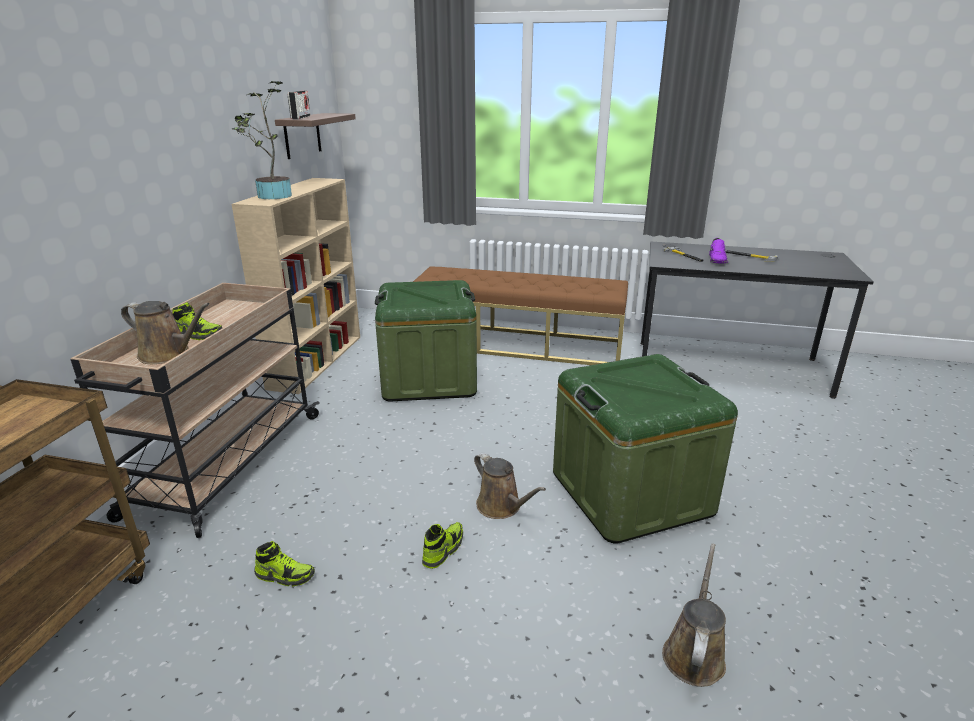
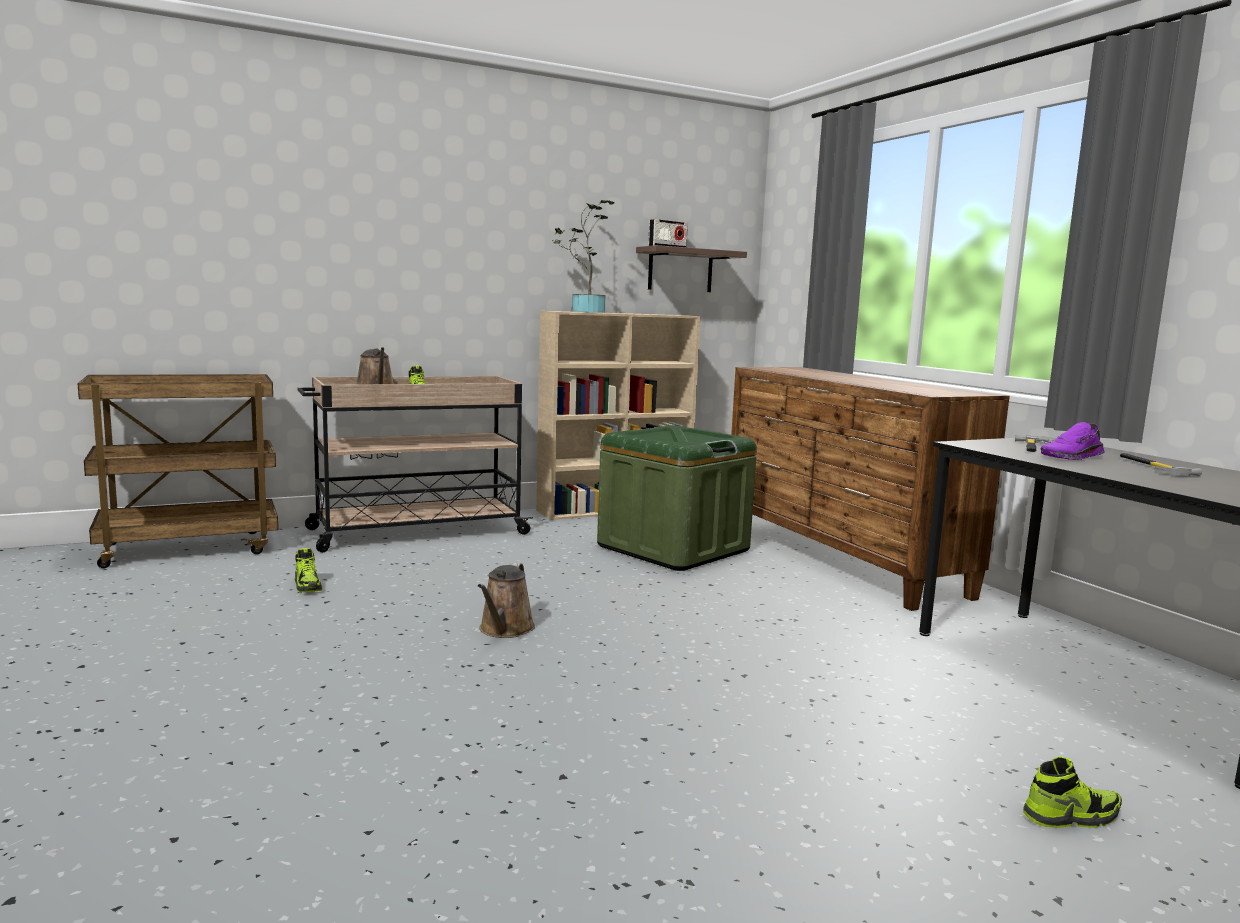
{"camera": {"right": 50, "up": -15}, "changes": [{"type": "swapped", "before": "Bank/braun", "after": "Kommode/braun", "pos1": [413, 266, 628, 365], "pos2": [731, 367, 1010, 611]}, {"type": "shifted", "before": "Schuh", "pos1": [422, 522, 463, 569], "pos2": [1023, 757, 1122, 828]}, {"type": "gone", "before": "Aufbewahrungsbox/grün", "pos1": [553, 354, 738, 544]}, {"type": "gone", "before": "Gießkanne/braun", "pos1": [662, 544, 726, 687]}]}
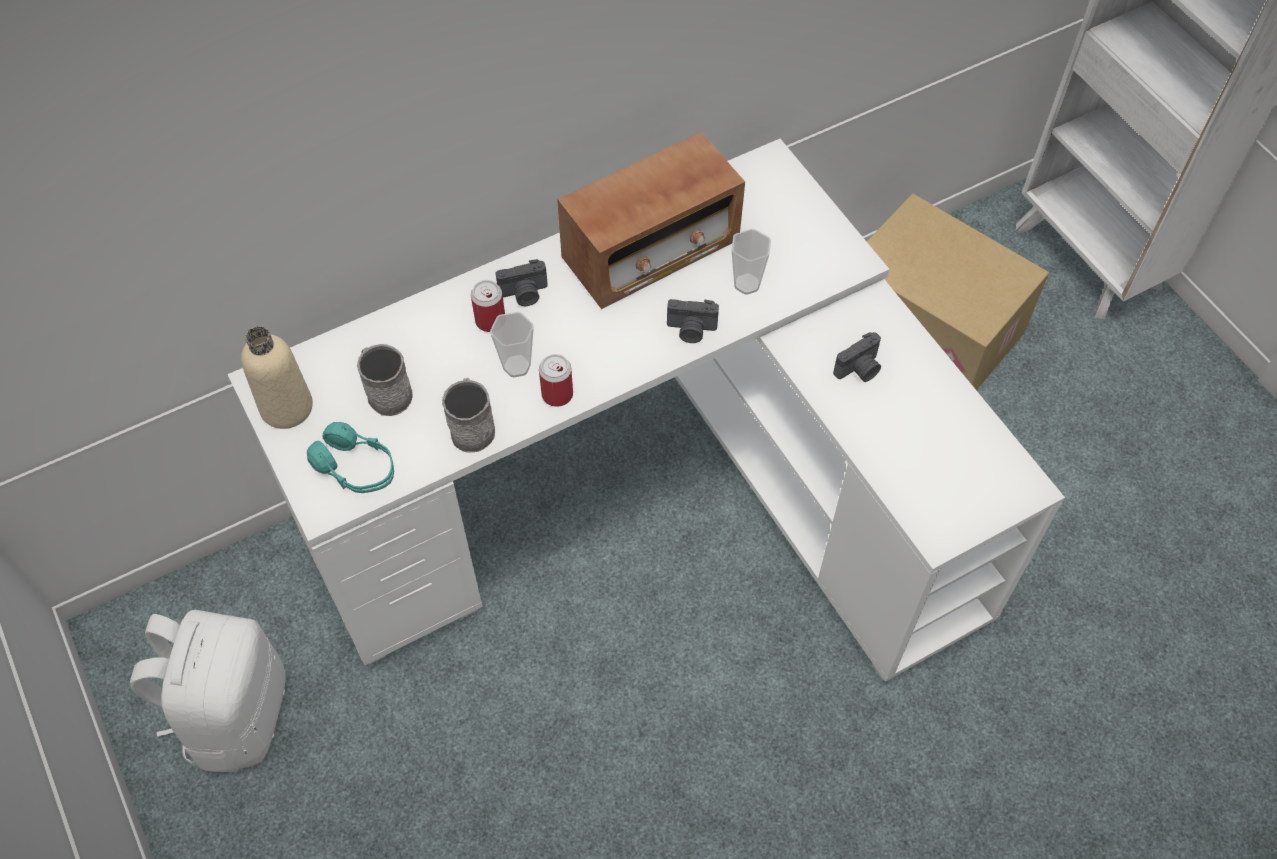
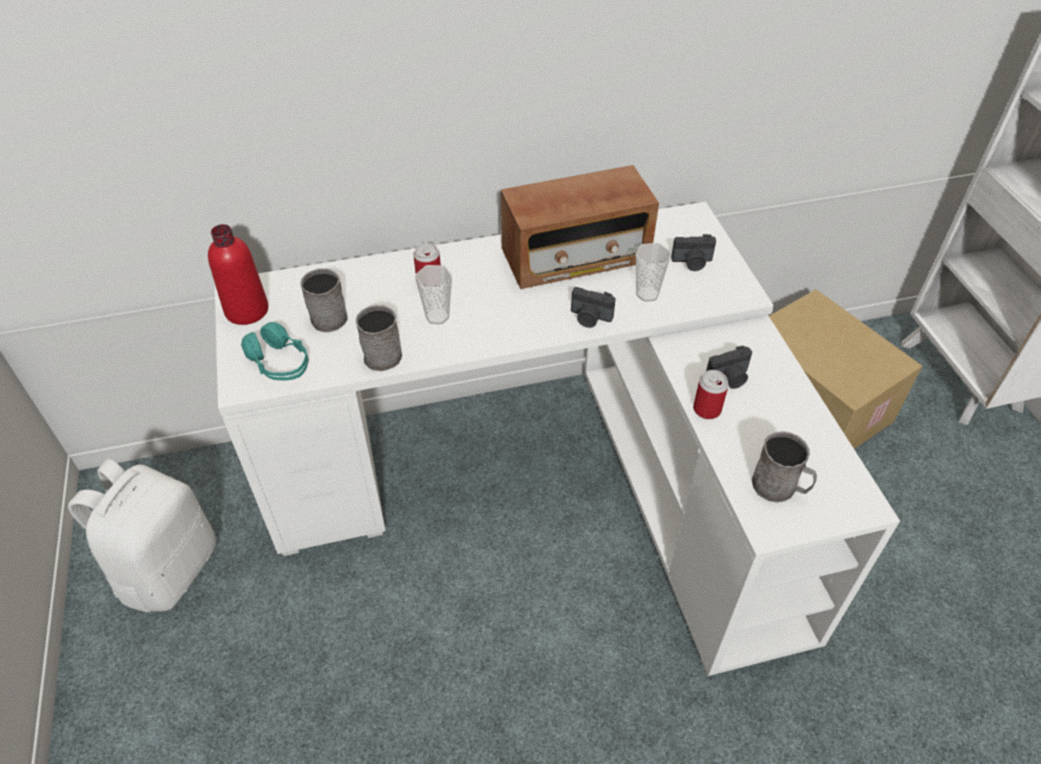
{"camera": {"right": 15, "up": -10}, "changes": [{"type": "repainted", "before": "Flasche/beige", "after": "Flasche/rot", "pos1": [241, 326, 313, 429], "pos2": [208, 224, 268, 325]}, {"type": "shifted", "before": "Kamera", "pos1": [496, 259, 548, 306], "pos2": [671, 234, 716, 271]}, {"type": "shifted", "before": "Dose", "pos1": [539, 354, 573, 407], "pos2": [693, 370, 729, 419]}, {"type": "new", "after": "Henkelbecher/grau", "pos2": [752, 431, 817, 502]}]}
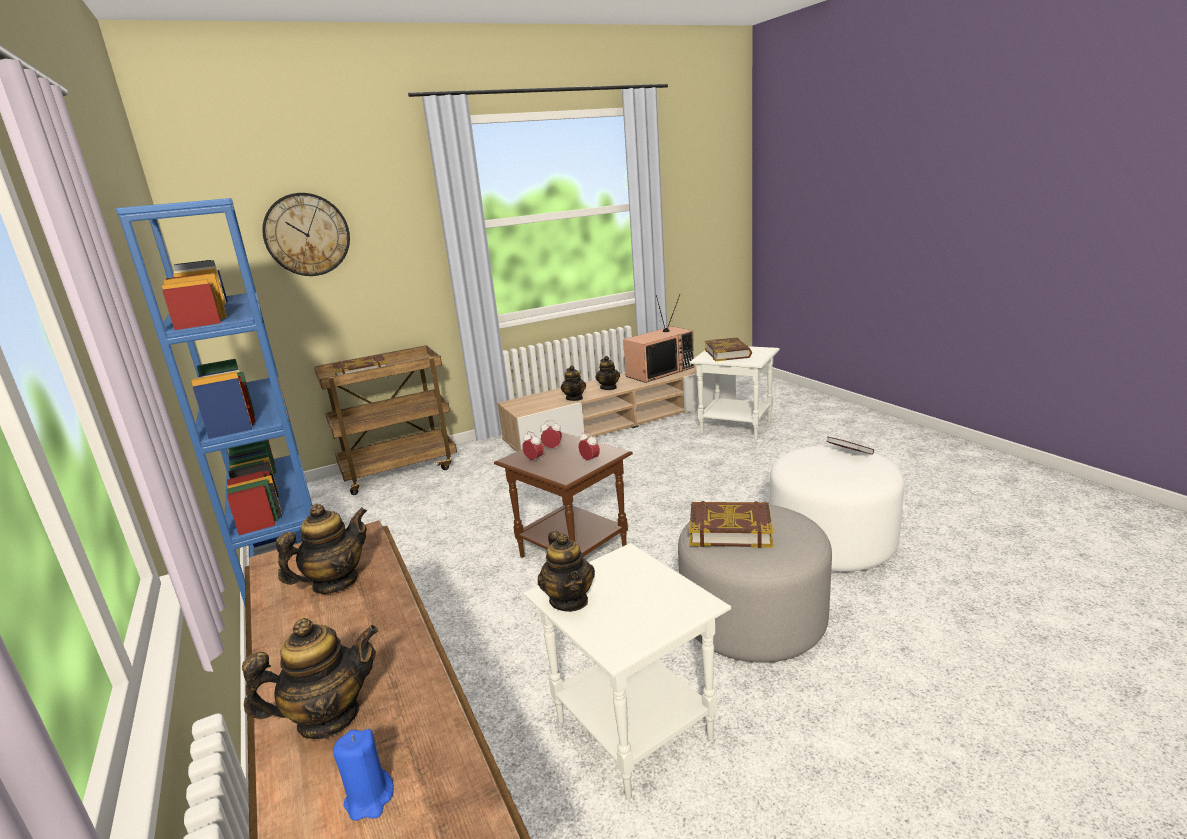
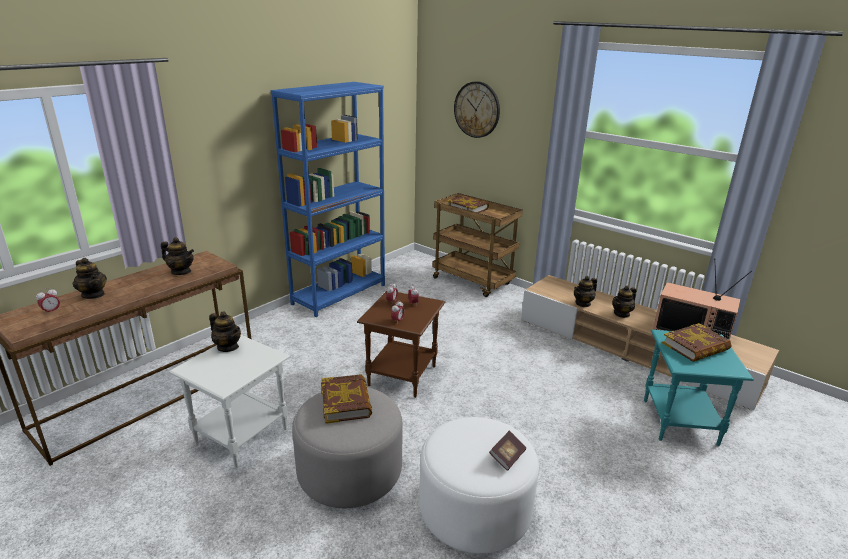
{"camera": {"right": 65, "up": 5}, "changes": [{"type": "swapped", "before": "Kerze/blau", "after": "Wecker", "pos1": [333, 729, 394, 821], "pos2": [36, 288, 60, 315]}, {"type": "rotated", "before": "Teekanne", "pos1": [538, 531, 595, 612], "pos2": [209, 311, 241, 352], "turn": -105}, {"type": "repainted", "before": "Beistelltisch/weiß", "after": "Beistelltisch/türkis", "pos1": [690, 346, 780, 440], "pos2": [644, 330, 754, 446]}]}
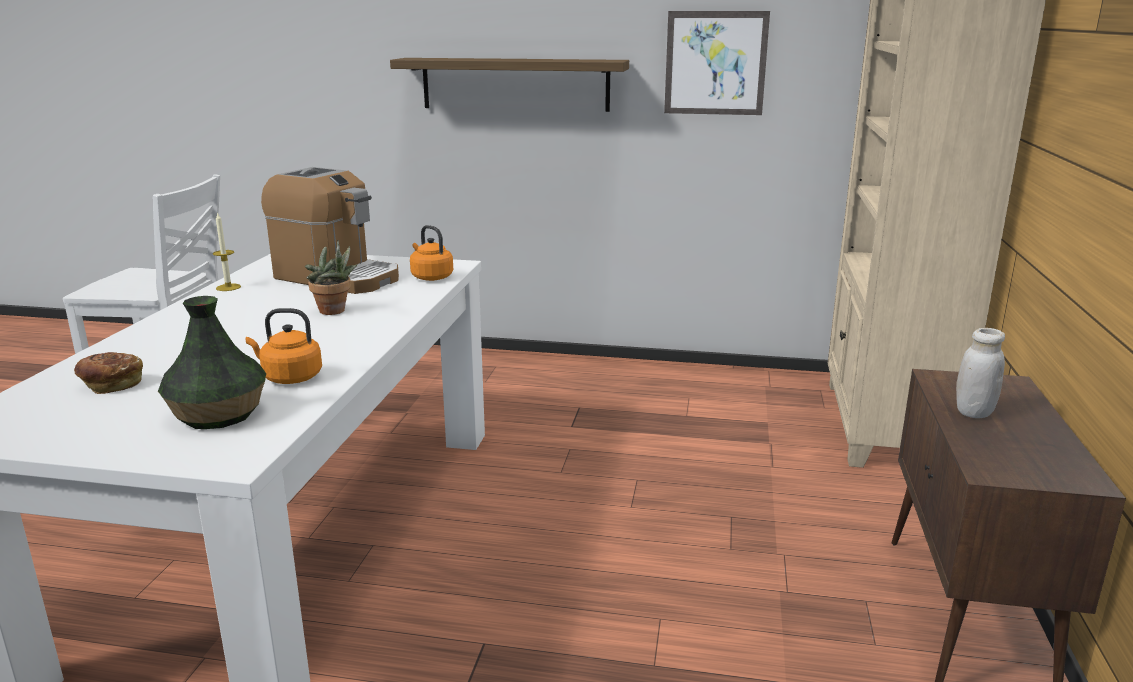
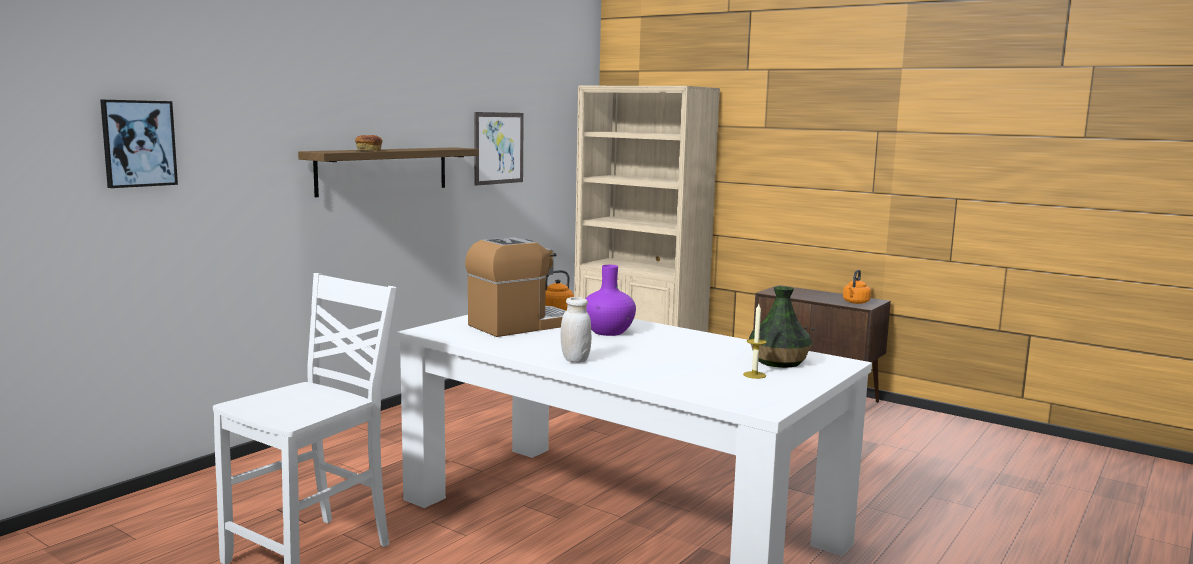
{"camera": {"right": -65, "up": -10}, "changes": [{"type": "shifted", "before": "Brot", "pos1": [74, 352, 143, 394], "pos2": [355, 135, 382, 151]}, {"type": "shifted", "before": "Kerze", "pos1": [213, 212, 241, 291], "pos2": [743, 304, 767, 379]}, {"type": "shifted", "before": "Wasserkessel/orange", "pos1": [246, 308, 322, 384], "pos2": [843, 270, 871, 304]}, {"type": "swapped", "before": "Topfpflanze", "after": "Vase/lila", "pos1": [305, 240, 358, 315], "pos2": [586, 265, 636, 336]}, {"type": "shifted", "before": "Vorratsglas/weiß", "pos1": [956, 328, 1005, 418], "pos2": [561, 297, 591, 363]}, {"type": "new", "after": "Bild", "pos2": [100, 100, 178, 188]}]}
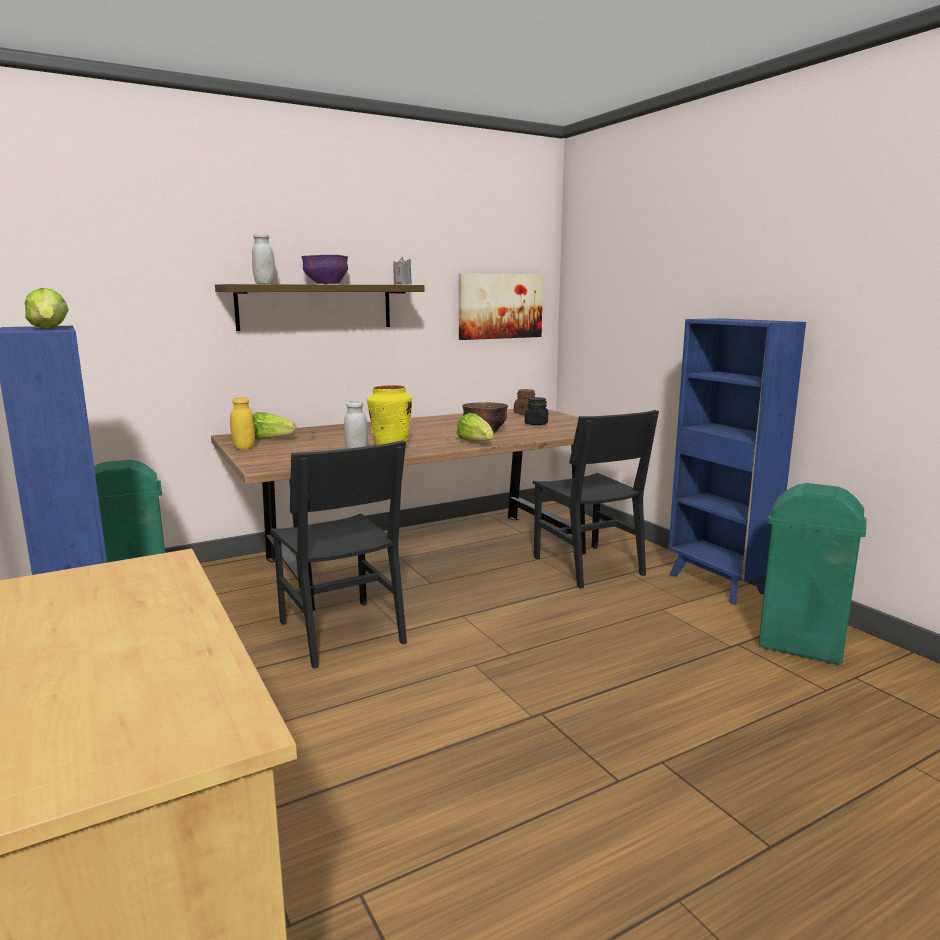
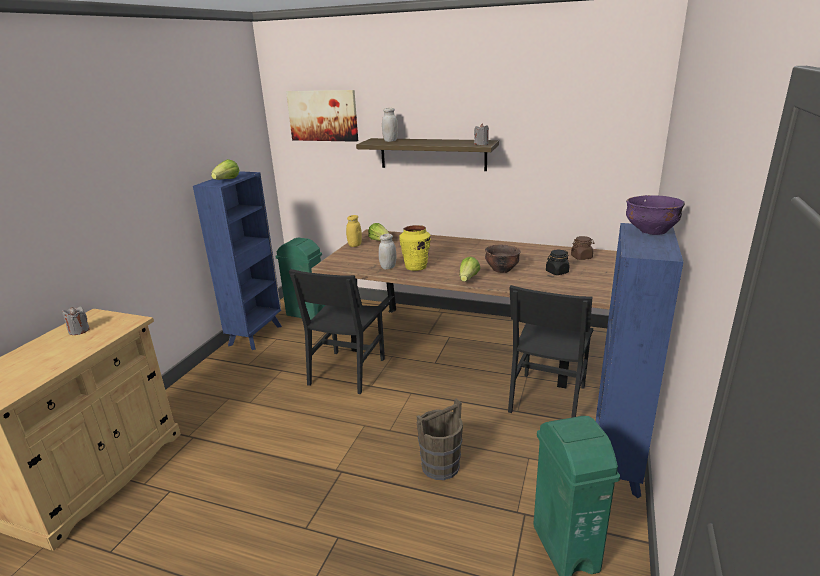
{"camera": {"right": 50, "up": 10}, "changes": [{"type": "shifted", "before": "Schüssel/lila", "pos1": [301, 255, 348, 284], "pos2": [626, 195, 685, 235]}, {"type": "shifted", "before": "Bild", "pos1": [459, 274, 543, 340], "pos2": [286, 90, 358, 142]}, {"type": "new", "after": "Kerze/grau", "pos2": [62, 307, 90, 335]}, {"type": "new", "after": "Eimer/braun", "pos2": [417, 399, 463, 480]}]}
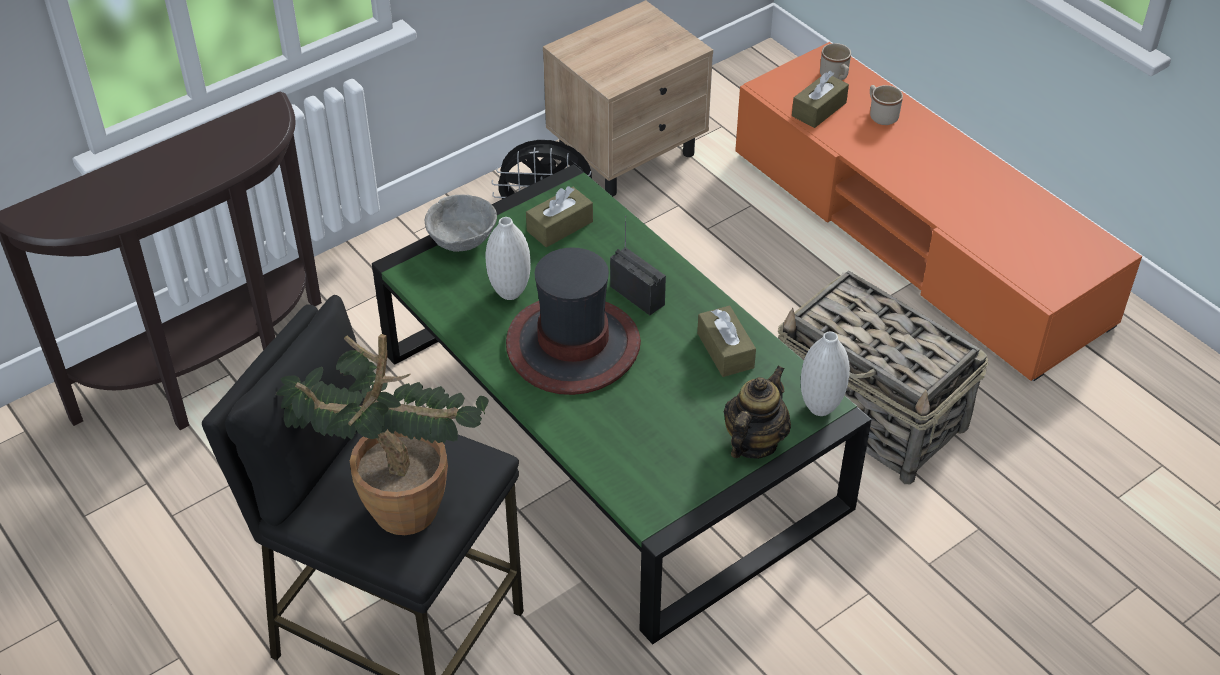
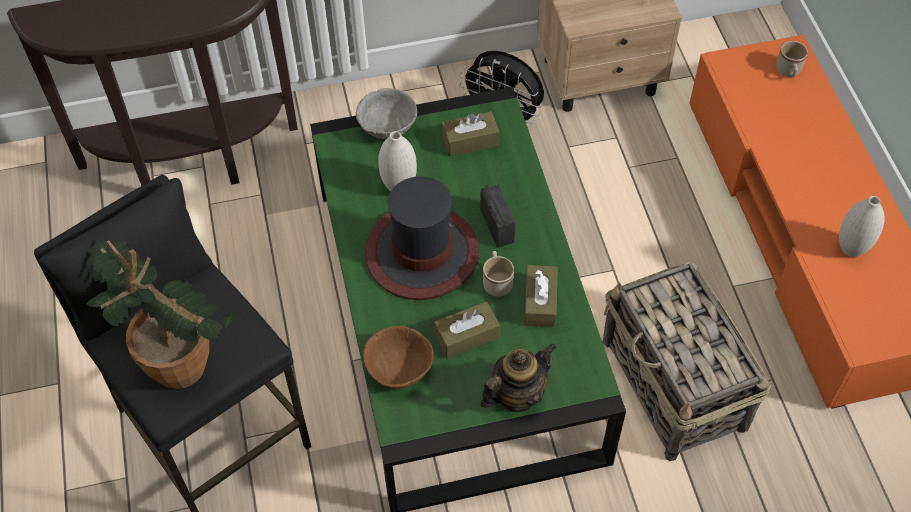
{"camera": {"right": 25, "up": 10}, "changes": [{"type": "shifted", "before": "Taschentuchbox/braun", "pos1": [792, 71, 849, 128], "pos2": [434, 301, 500, 359]}, {"type": "shifted", "before": "Vase/weiß", "pos1": [801, 331, 850, 416], "pos2": [839, 196, 885, 257]}, {"type": "shifted", "before": "Henkelbecher/beige", "pos1": [870, 85, 903, 125], "pos2": [483, 251, 514, 297]}, {"type": "new", "after": "Schüssel/braun", "pos2": [363, 326, 434, 389]}]}
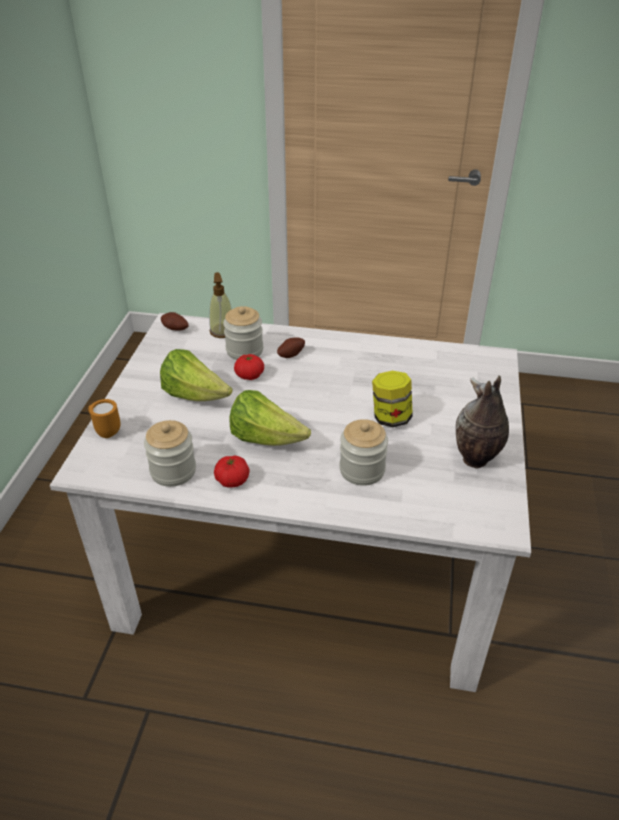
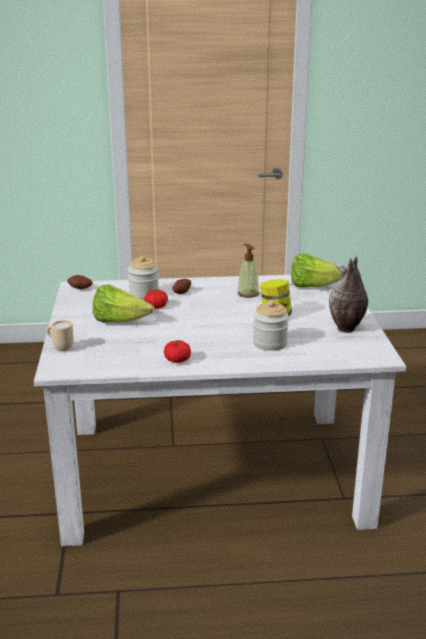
{"camera": {"right": -15, "up": -15}, "changes": [{"type": "repainted", "before": "Henkelbecher/orange", "after": "Henkelbecher/beige", "pos1": [88, 399, 120, 438], "pos2": [46, 320, 74, 351]}, {"type": "gone", "before": "Vorratsglas", "pos1": [144, 420, 196, 487]}, {"type": "shifted", "before": "Seifenspender", "pos1": [209, 272, 232, 338], "pos2": [238, 244, 259, 298]}, {"type": "shifted", "before": "Salatkopf", "pos1": [230, 390, 311, 446], "pos2": [291, 253, 343, 288]}]}
